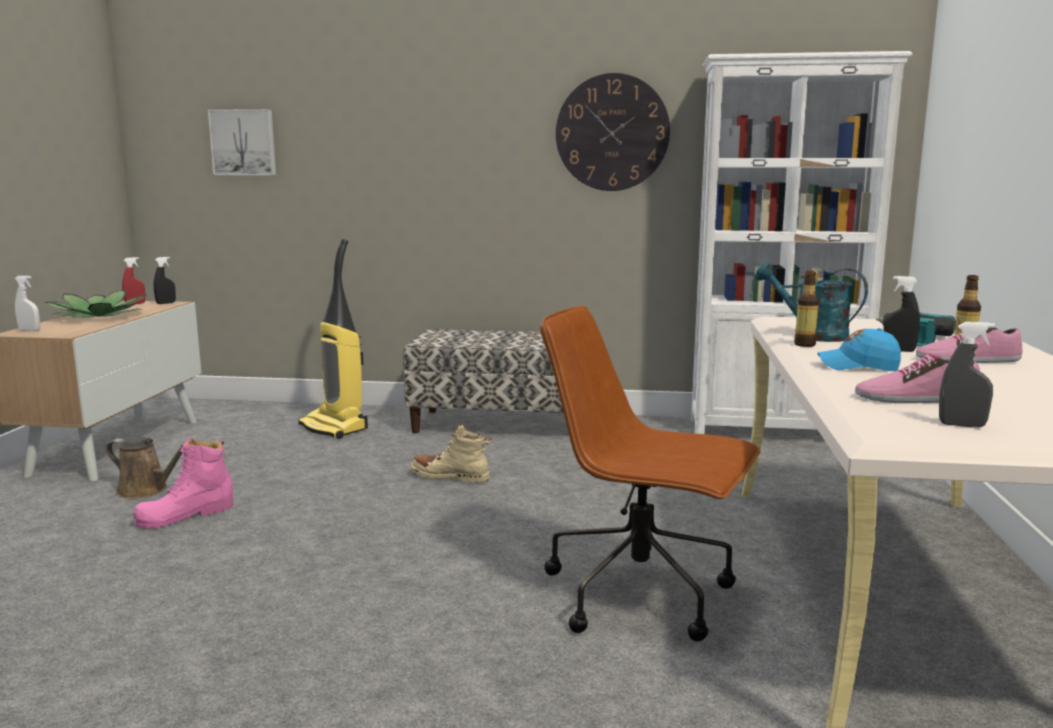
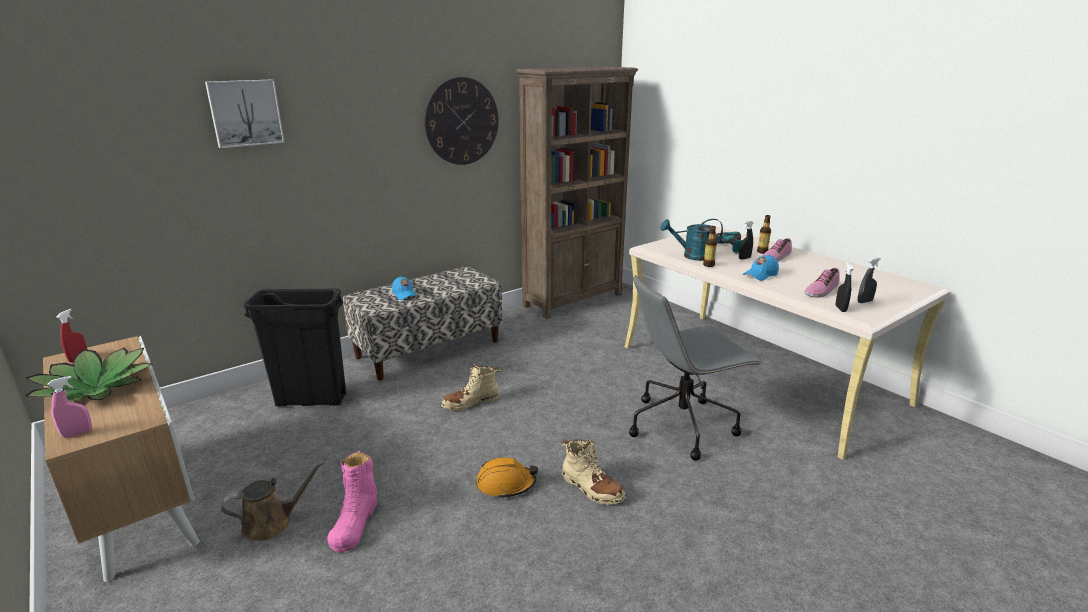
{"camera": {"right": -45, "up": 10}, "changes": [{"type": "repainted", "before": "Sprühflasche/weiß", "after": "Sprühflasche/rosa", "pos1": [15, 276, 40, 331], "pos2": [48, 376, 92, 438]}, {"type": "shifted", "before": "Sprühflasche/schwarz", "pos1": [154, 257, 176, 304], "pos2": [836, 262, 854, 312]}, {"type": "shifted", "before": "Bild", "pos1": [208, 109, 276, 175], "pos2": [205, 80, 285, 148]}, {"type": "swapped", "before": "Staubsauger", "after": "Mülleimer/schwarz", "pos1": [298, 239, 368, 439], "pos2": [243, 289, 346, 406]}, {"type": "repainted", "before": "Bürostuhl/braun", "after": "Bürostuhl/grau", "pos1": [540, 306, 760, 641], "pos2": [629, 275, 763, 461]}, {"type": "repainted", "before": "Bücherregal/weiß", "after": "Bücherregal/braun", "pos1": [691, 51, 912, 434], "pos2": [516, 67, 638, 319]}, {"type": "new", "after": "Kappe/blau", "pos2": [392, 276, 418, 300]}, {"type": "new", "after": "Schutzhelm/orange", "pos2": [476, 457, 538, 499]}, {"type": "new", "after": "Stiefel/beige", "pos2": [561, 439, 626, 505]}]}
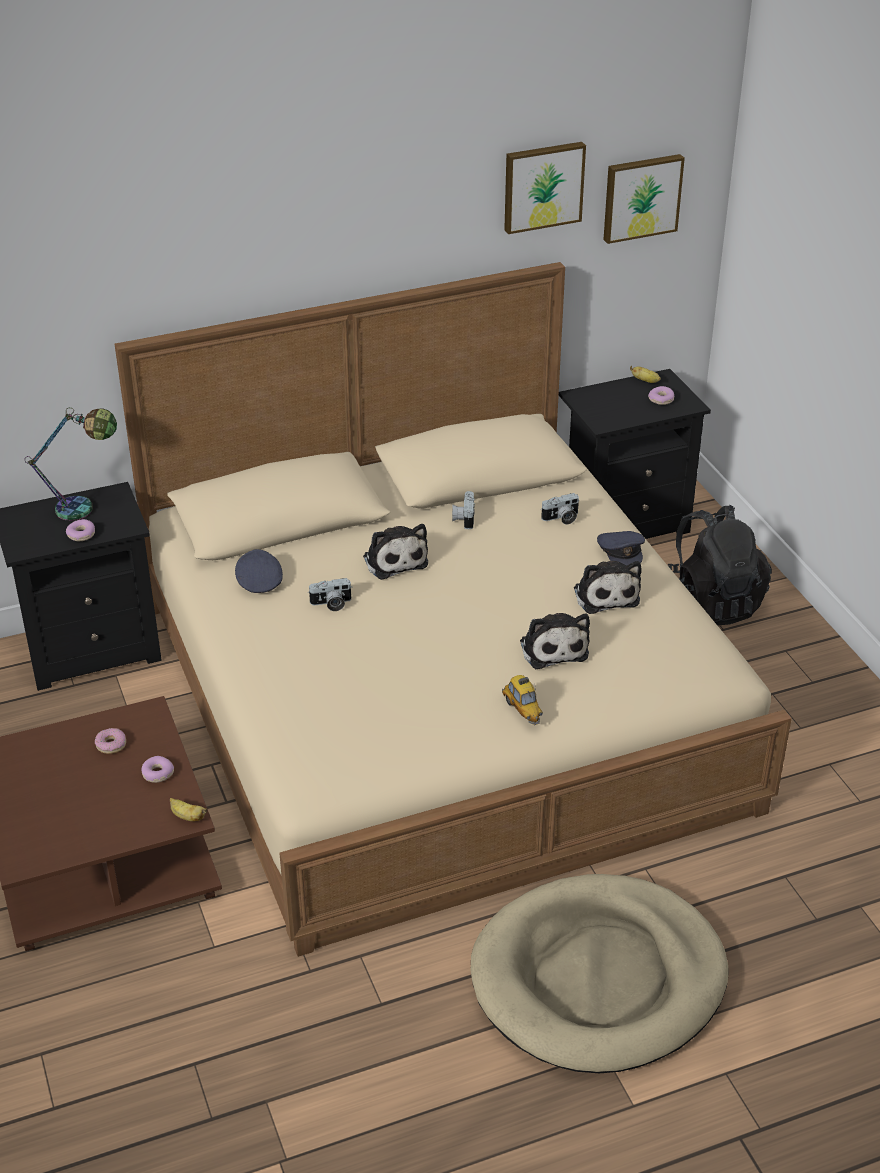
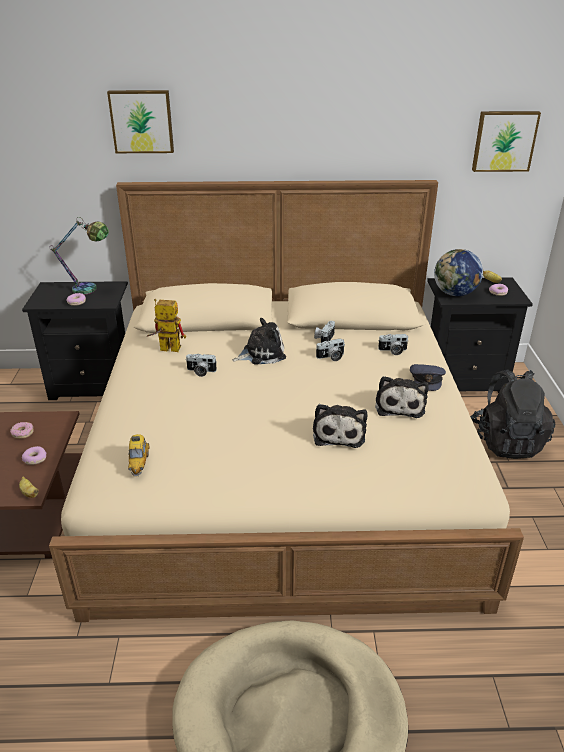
{"camera": {"right": 20, "up": -5}, "changes": [{"type": "swapped", "before": "Kappe/grau", "after": "Spielzeugroboter", "pos1": [235, 549, 283, 593], "pos2": [147, 299, 186, 352]}, {"type": "rotated", "before": "Plüschtier", "pos1": [363, 524, 428, 580], "pos2": [232, 318, 286, 365], "turn": -105}, {"type": "shifted", "before": "Spielzeugauto", "pos1": [502, 675, 543, 725], "pos2": [128, 434, 149, 476]}, {"type": "shifted", "before": "Bild", "pos1": [504, 142, 586, 234], "pos2": [107, 90, 174, 153]}, {"type": "new", "after": "Kamera", "pos2": [316, 339, 344, 361]}, {"type": "new", "after": "Globus", "pos2": [434, 249, 483, 296]}]}
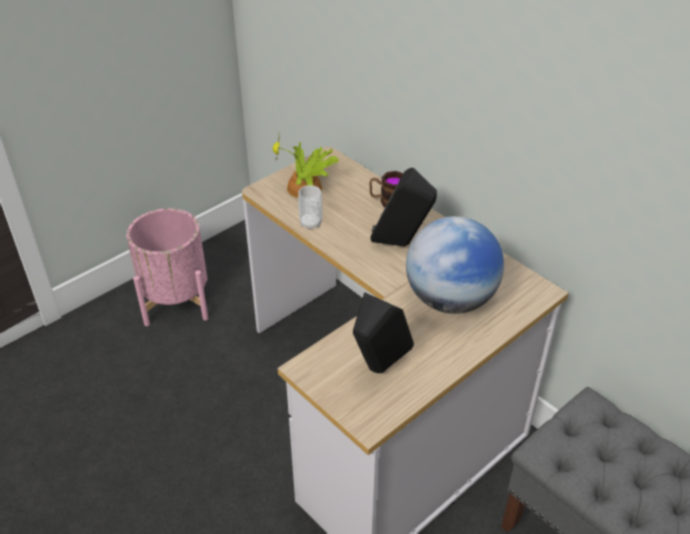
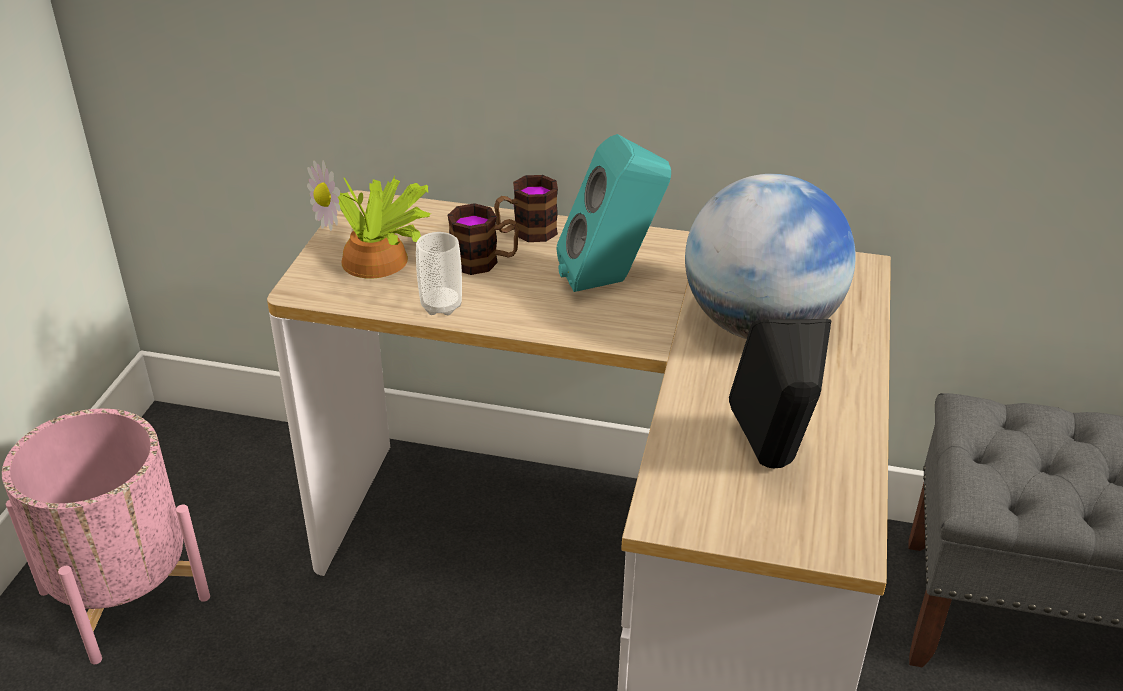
{"camera": {"right": -35, "up": -5}, "changes": [{"type": "repainted", "before": "Lautsprecher/schwarz", "after": "Lautsprecher/türkis", "pos1": [370, 168, 437, 247], "pos2": [556, 134, 671, 292]}, {"type": "new", "after": "Henkelbecher", "pos2": [448, 203, 519, 275]}]}
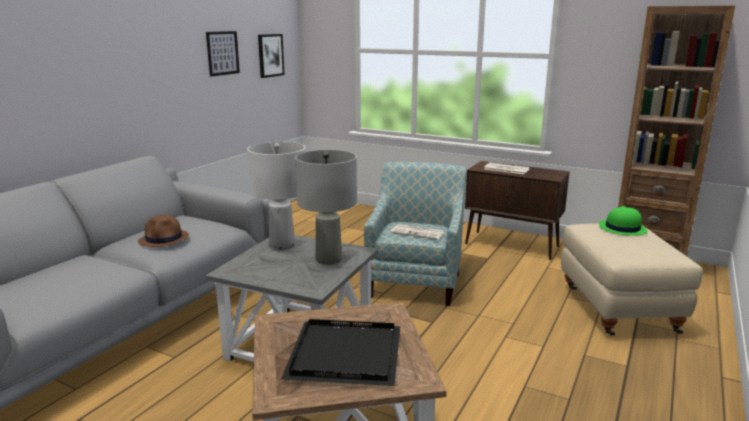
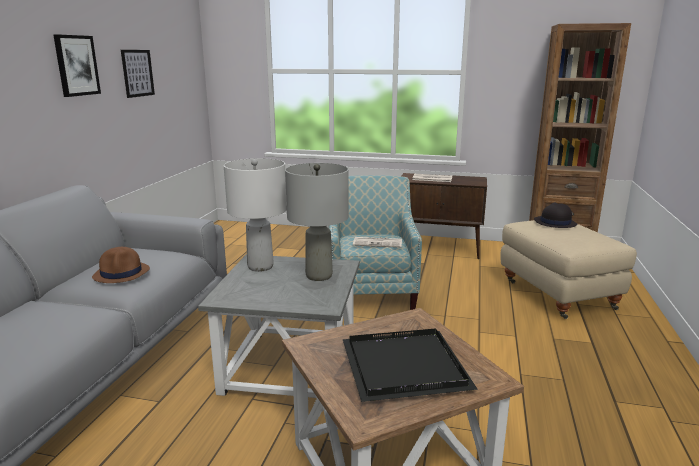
{"camera": {"right": -15, "up": 0}, "changes": [{"type": "shifted", "before": "Bild", "pos1": [258, 34, 285, 78], "pos2": [53, 34, 101, 97]}, {"type": "repainted", "before": "Hut/grün", "after": "Hut/schwarz", "pos1": [599, 206, 648, 236], "pos2": [534, 202, 577, 228]}]}
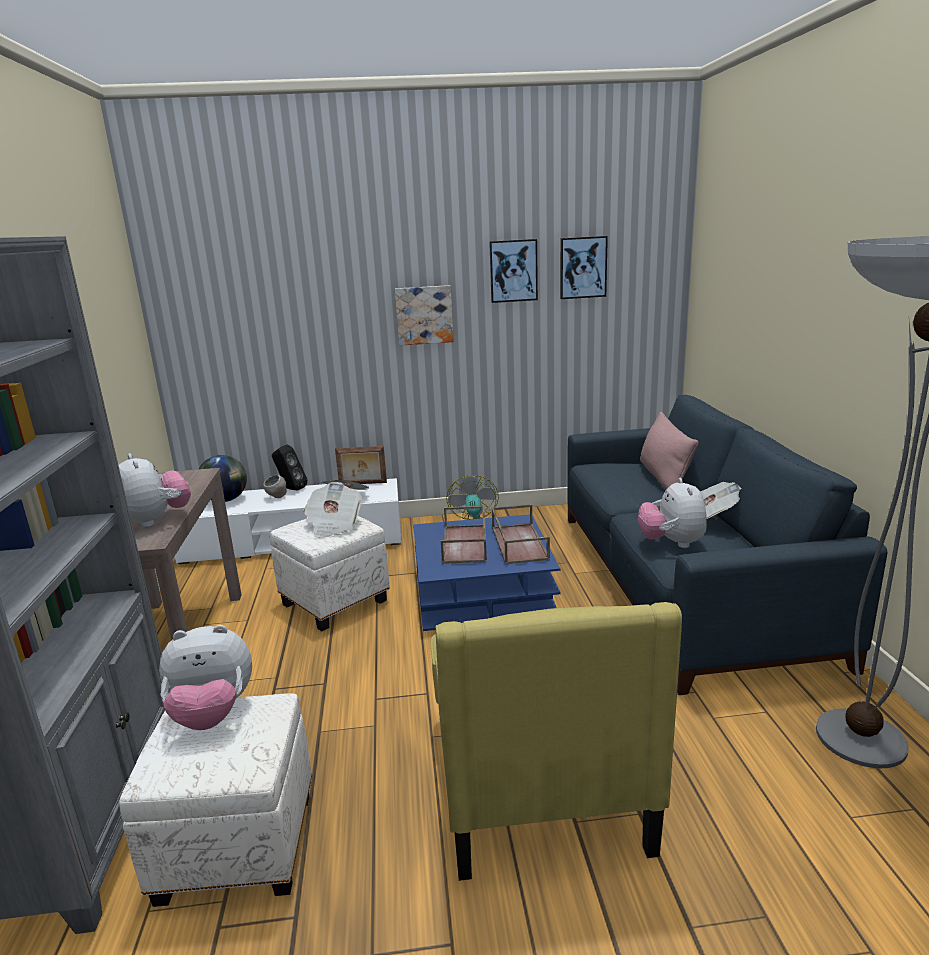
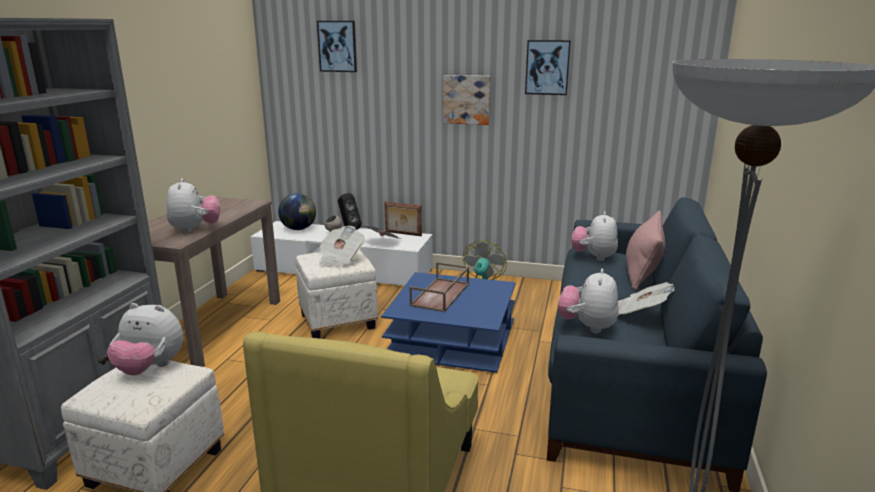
{"camera": {"right": 20, "up": 0}, "changes": [{"type": "gone", "before": "Tablett/braun", "pos1": [492, 504, 550, 564]}, {"type": "shifted", "before": "Bild", "pos1": [560, 236, 608, 299], "pos2": [317, 21, 357, 72]}, {"type": "new", "after": "Plüschtier", "pos2": [572, 211, 618, 261]}]}
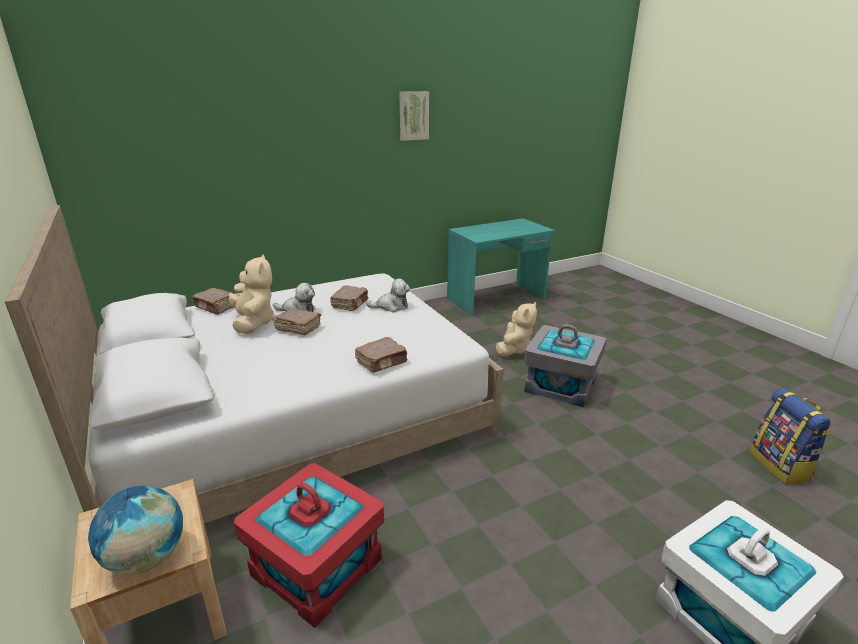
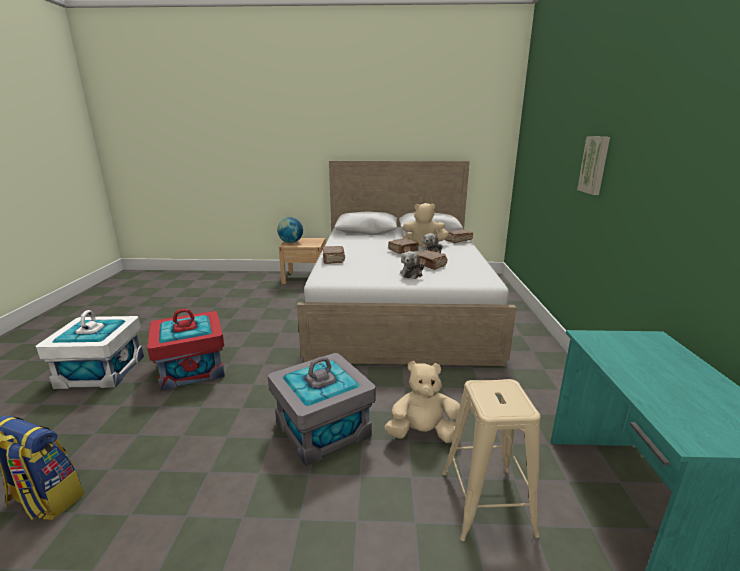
{"camera": {"right": 120, "up": -5}, "changes": [{"type": "shifted", "before": "Aufbewahrungsbox/rot", "pos1": [234, 463, 384, 628], "pos2": [147, 309, 225, 391]}, {"type": "shifted", "before": "Bild", "pos1": [399, 91, 429, 141], "pos2": [577, 136, 610, 195]}, {"type": "rotated", "before": "Plüschtier/beige", "pos1": [496, 302, 537, 357], "pos2": [385, 361, 460, 443], "turn": 120}, {"type": "new", "after": "Hocker/beige", "pos2": [442, 379, 541, 541]}]}
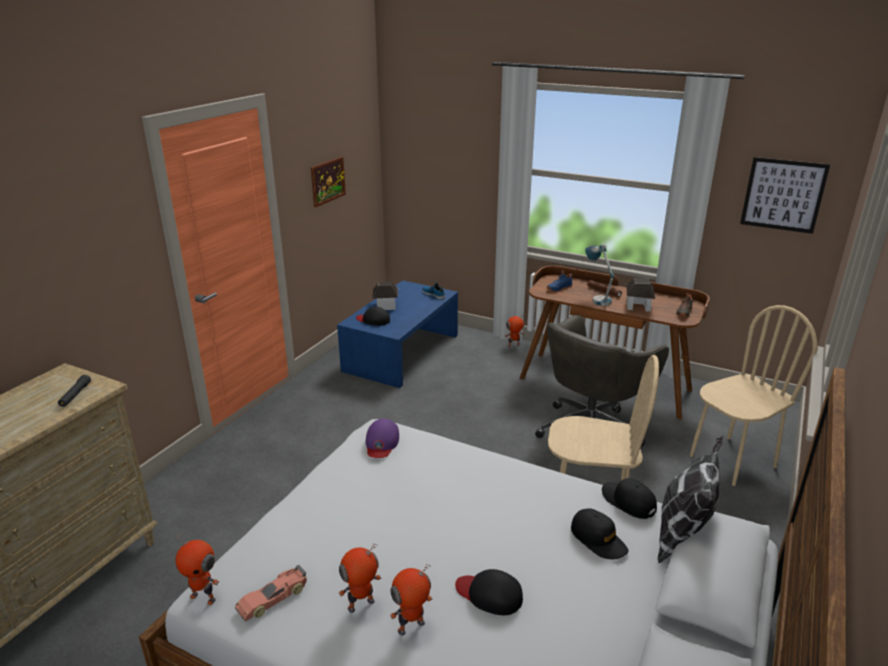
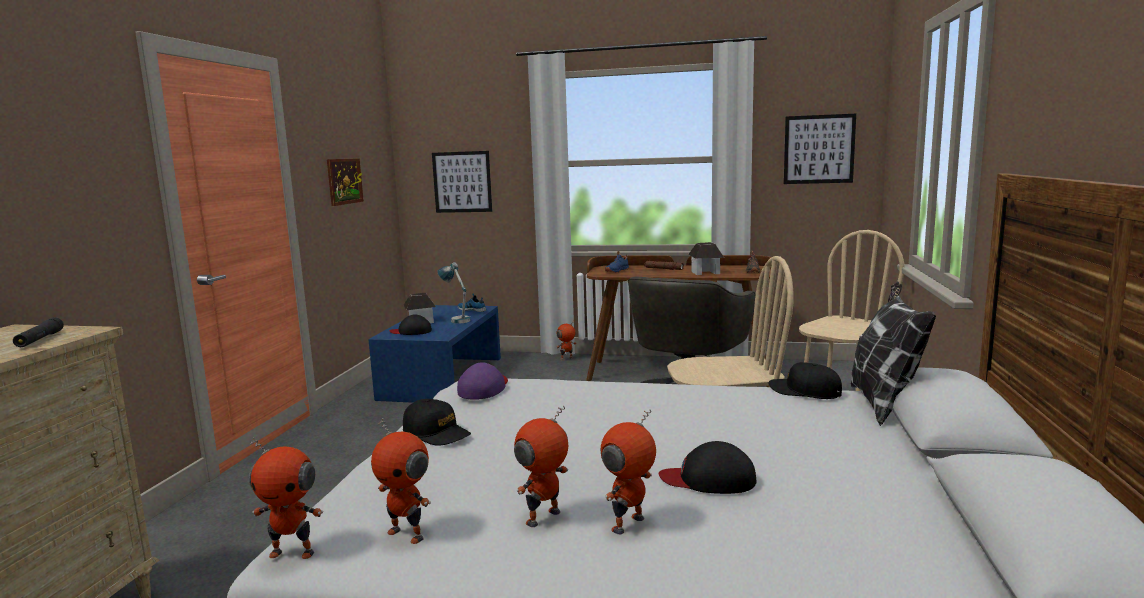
{"camera": {"right": -15, "up": -15}, "changes": [{"type": "swapped", "before": "Spielzeugauto", "after": "Spielzeugroboter", "pos1": [235, 565, 307, 622], "pos2": [371, 418, 431, 544]}, {"type": "rotated", "before": "Kappe/lila", "pos1": [366, 419, 399, 458], "pos2": [457, 362, 508, 400], "turn": -150}, {"type": "shifted", "before": "Kappe/schwarz", "pos1": [571, 508, 628, 559], "pos2": [403, 399, 471, 446]}, {"type": "shifted", "before": "Tischlampe", "pos1": [585, 243, 614, 306], "pos2": [437, 262, 470, 324]}, {"type": "new", "after": "Bild", "pos2": [432, 151, 492, 213]}]}
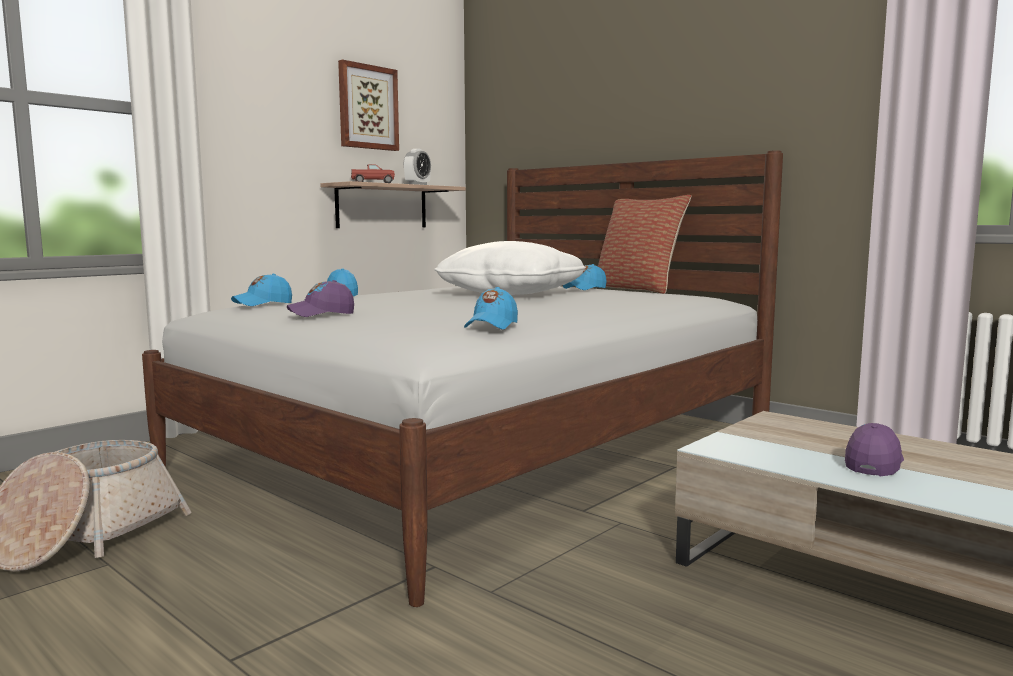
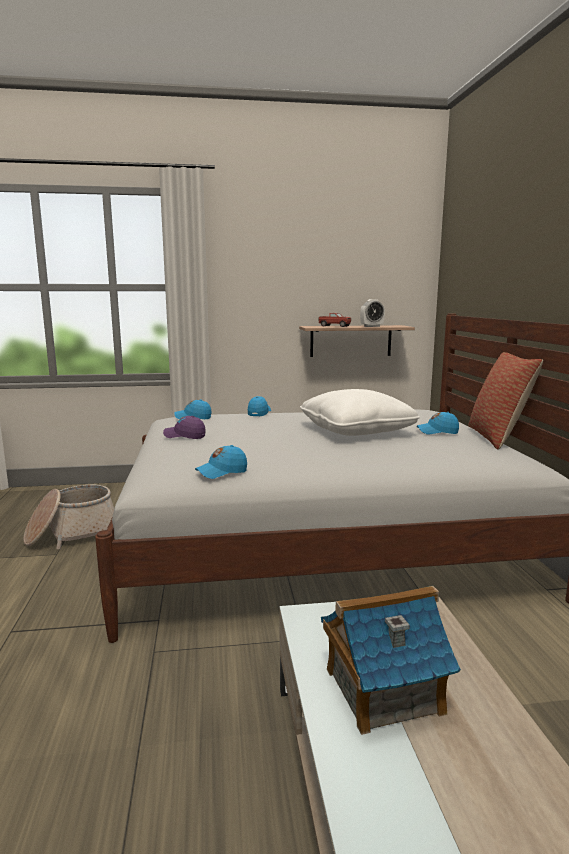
{"camera": {"right": 40, "up": 5}, "changes": [{"type": "gone", "before": "Bild", "pos1": [338, 59, 399, 151]}, {"type": "swapped", "before": "Kappe/lila", "after": "Spielzeughaus", "pos1": [845, 423, 904, 476], "pos2": [321, 586, 461, 735]}]}
